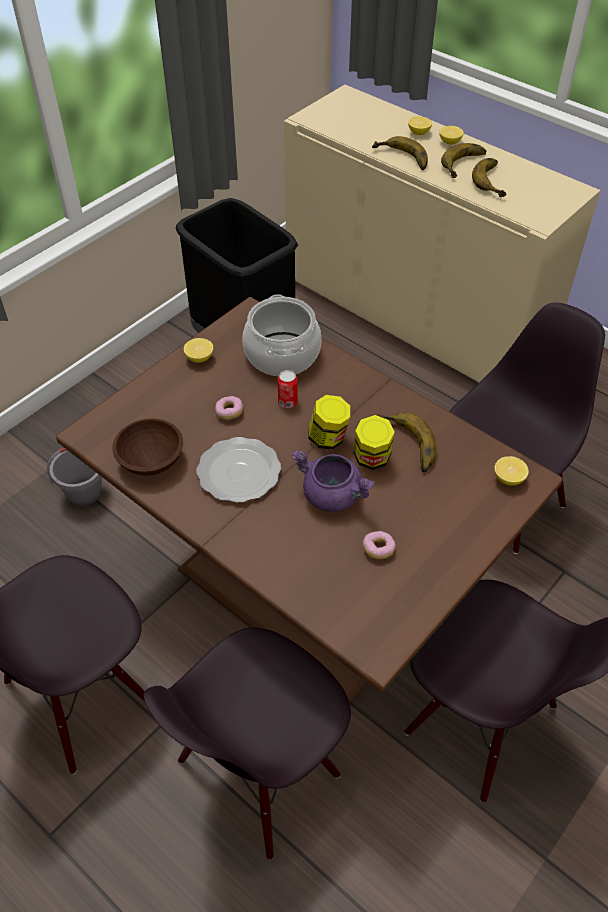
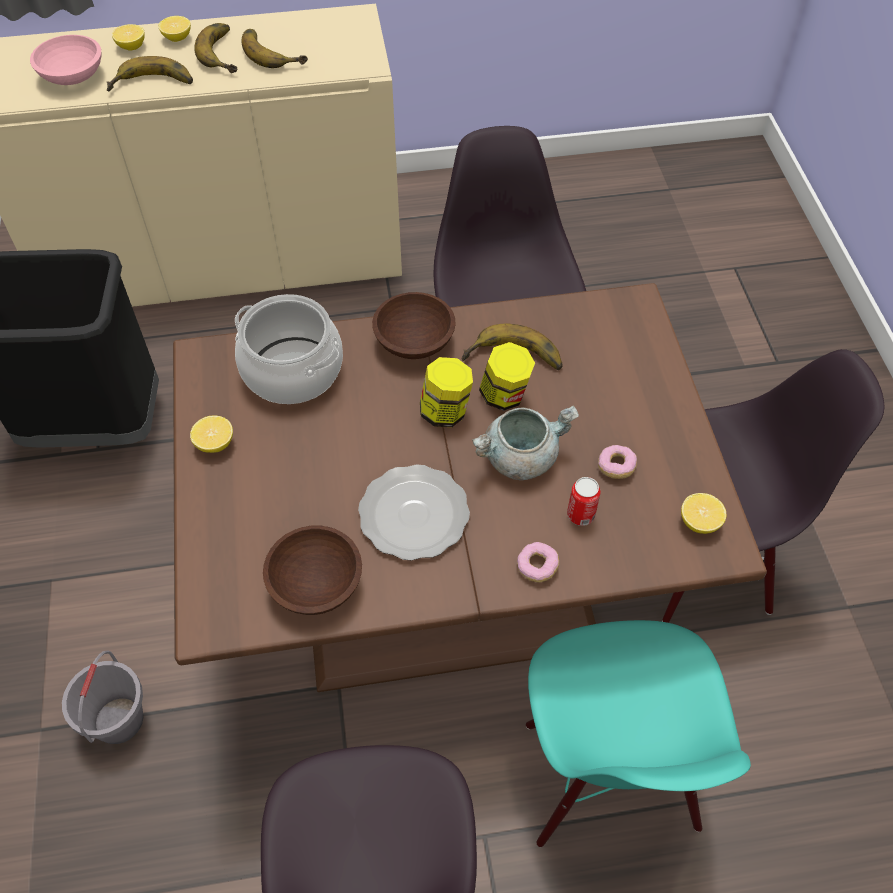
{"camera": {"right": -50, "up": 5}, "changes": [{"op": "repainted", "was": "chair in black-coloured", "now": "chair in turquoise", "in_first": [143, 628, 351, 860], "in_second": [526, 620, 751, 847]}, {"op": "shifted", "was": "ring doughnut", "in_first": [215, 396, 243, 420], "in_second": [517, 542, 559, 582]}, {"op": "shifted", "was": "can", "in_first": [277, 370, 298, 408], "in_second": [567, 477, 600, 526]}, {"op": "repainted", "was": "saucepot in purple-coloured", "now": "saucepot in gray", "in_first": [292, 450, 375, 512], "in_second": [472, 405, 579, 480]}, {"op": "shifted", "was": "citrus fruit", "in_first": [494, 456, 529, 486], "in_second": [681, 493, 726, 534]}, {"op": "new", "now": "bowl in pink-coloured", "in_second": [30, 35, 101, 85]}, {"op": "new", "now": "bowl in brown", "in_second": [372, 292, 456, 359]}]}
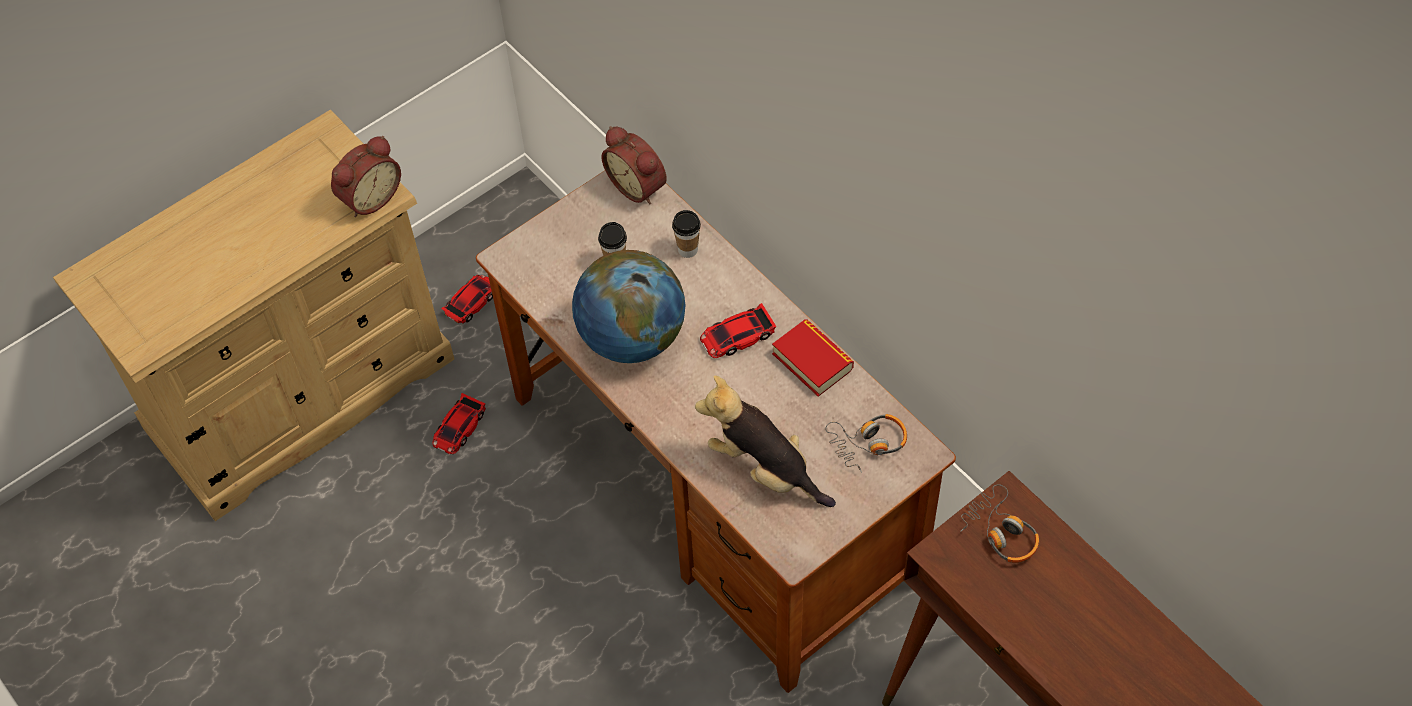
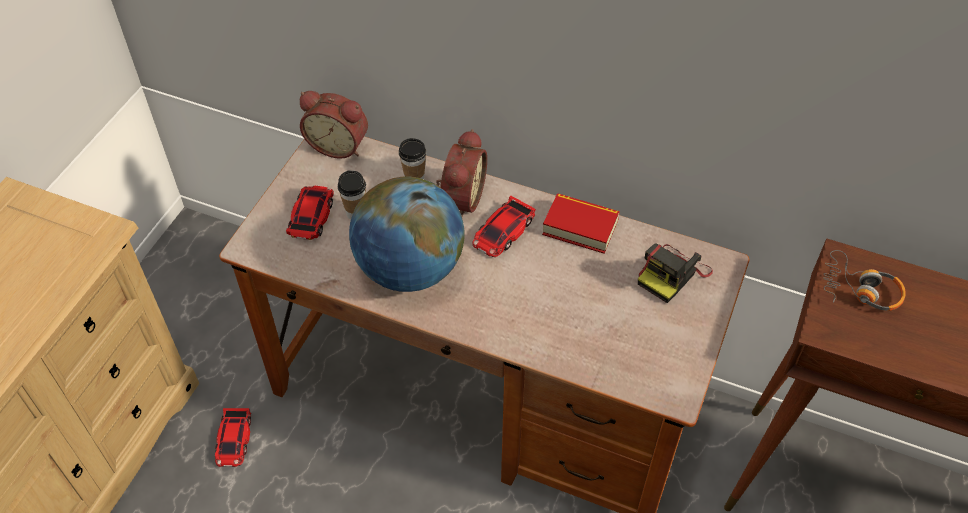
{"camera": {"right": -30, "up": -5}, "changes": [{"op": "shifted", "was": "alarm clock", "in_first": [331, 136, 401, 217], "in_second": [436, 129, 487, 217]}, {"op": "shifted", "was": "miniature car", "in_first": [441, 275, 493, 323], "in_second": [286, 186, 334, 240]}, {"op": "gone", "was": "cuddly toy", "in_first": [695, 375, 836, 507]}, {"op": "swapped", "was": "headset", "now": "still camera", "in_first": [825, 414, 907, 473], "in_second": [638, 243, 713, 303]}]}
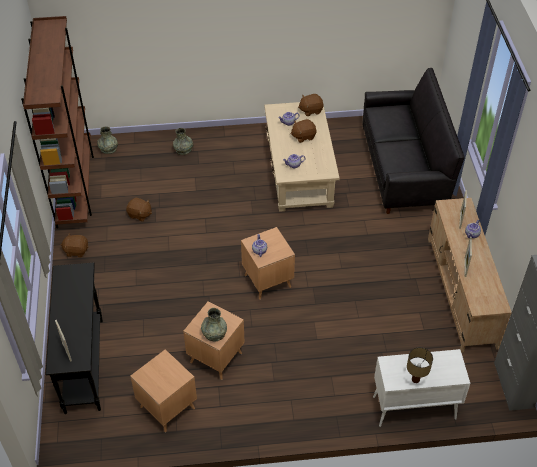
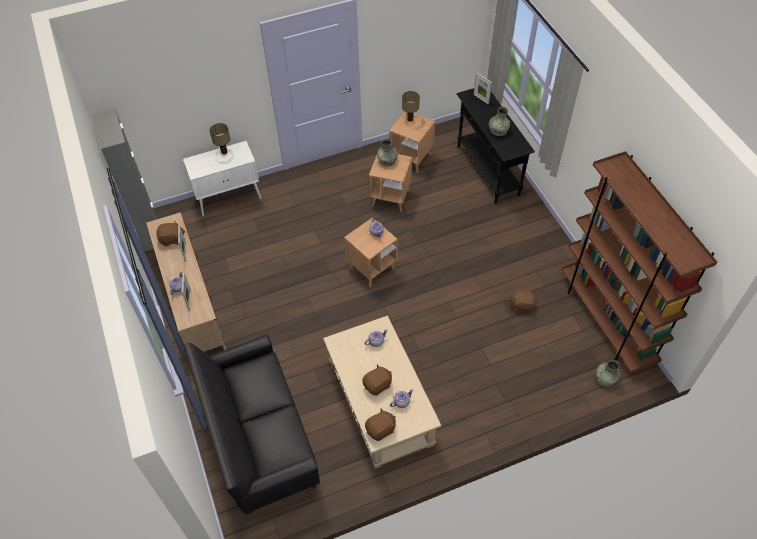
{"camera": {"right": 165, "up": 5}, "changes": [{"op": "shifted", "was": "cuddly toy in brown", "in_first": [61, 233, 88, 257], "in_second": [157, 220, 185, 246]}, {"op": "shifted", "was": "flower vase in gray", "in_first": [173, 128, 193, 155], "in_second": [489, 107, 510, 136]}, {"op": "new", "now": "lamp for a table", "in_second": [402, 91, 420, 122]}]}
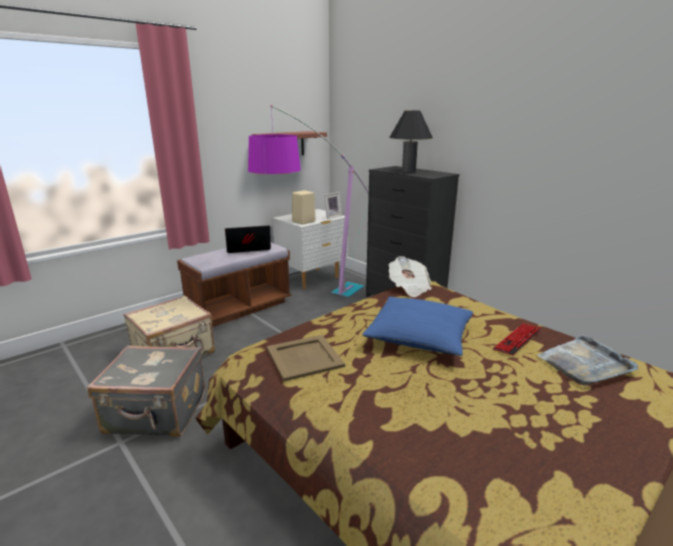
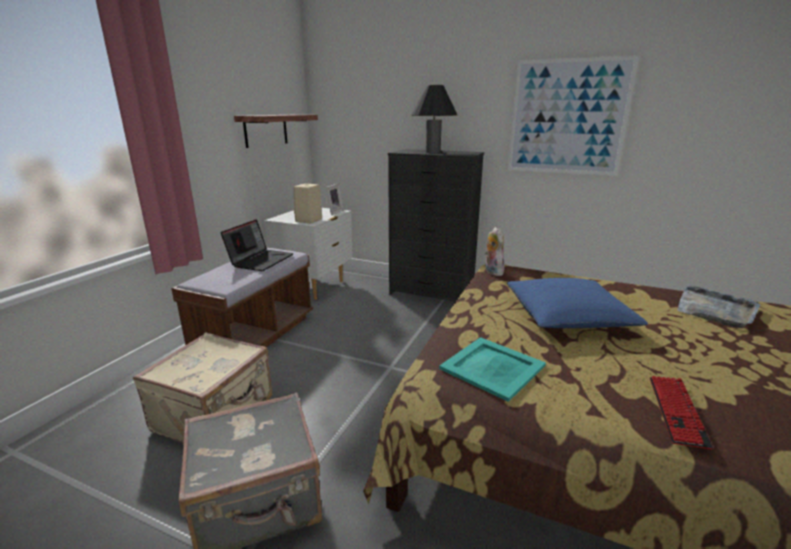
{"camera": {"right": -25, "up": 0}, "changes": [{"op": "rotated", "was": "laptop", "in_first": [225, 225, 271, 253], "in_second": [221, 219, 294, 271], "clockwise": 150}, {"op": "gone", "was": "standard lamp", "in_first": [248, 105, 369, 297]}, {"op": "repainted", "was": "serving tray in beige-coloured", "now": "serving tray in turquoise", "in_first": [267, 335, 345, 381], "in_second": [439, 337, 546, 402]}, {"op": "swapped", "was": "newspaper", "now": "cuddly toy", "in_first": [389, 256, 432, 297], "in_second": [485, 227, 505, 276]}, {"op": "shifted", "was": "keyboard", "in_first": [493, 324, 541, 355], "in_second": [650, 376, 713, 449]}, {"op": "new", "now": "picture", "in_second": [508, 55, 639, 176]}]}
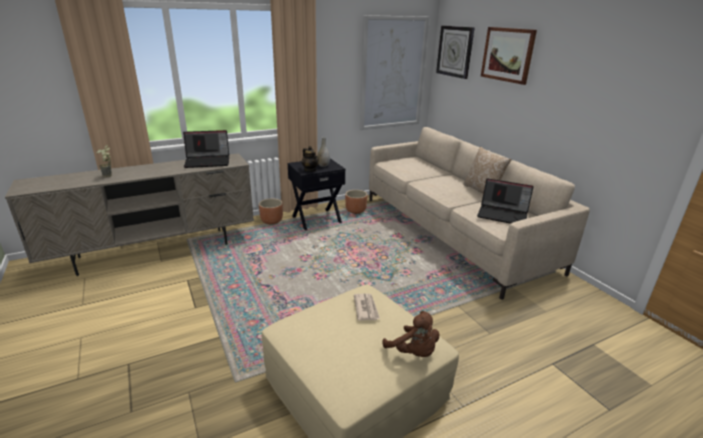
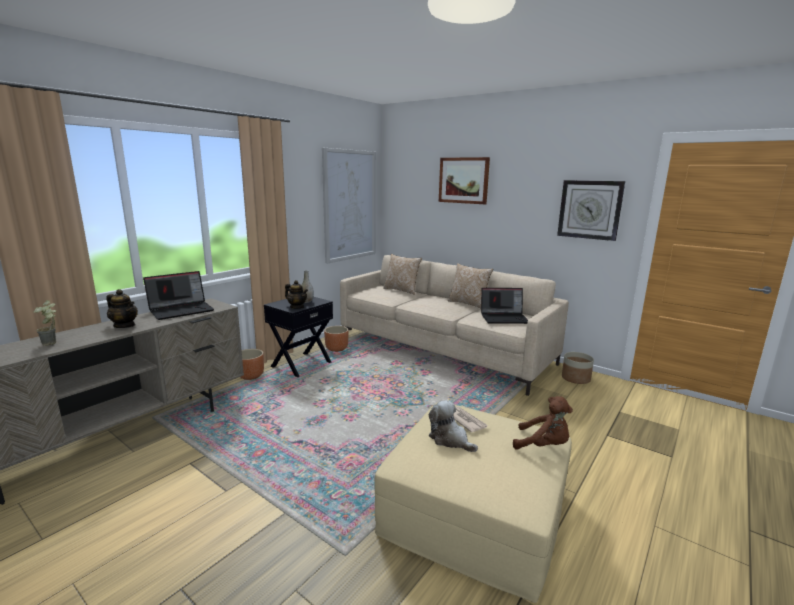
{"camera": {"right": -25, "up": -10}, "changes": [{"op": "shifted", "was": "clock on the wall", "in_first": [436, 25, 475, 79], "in_second": [557, 180, 625, 241]}, {"op": "new", "now": "teapot", "in_second": [106, 289, 138, 328]}, {"op": "new", "now": "throw pillow", "in_second": [383, 254, 422, 295]}, {"op": "new", "now": "cuddly toy", "in_second": [429, 400, 478, 452]}, {"op": "new", "now": "plant pot", "in_second": [562, 352, 594, 384]}]}
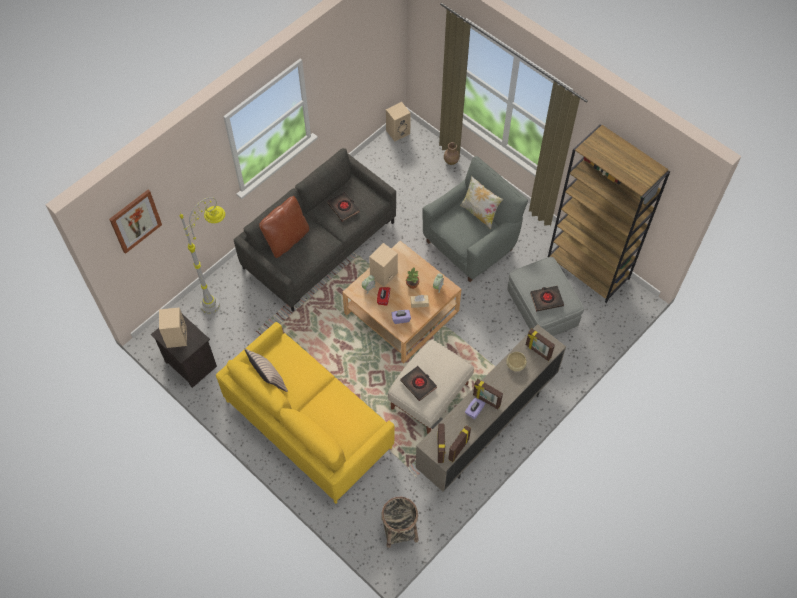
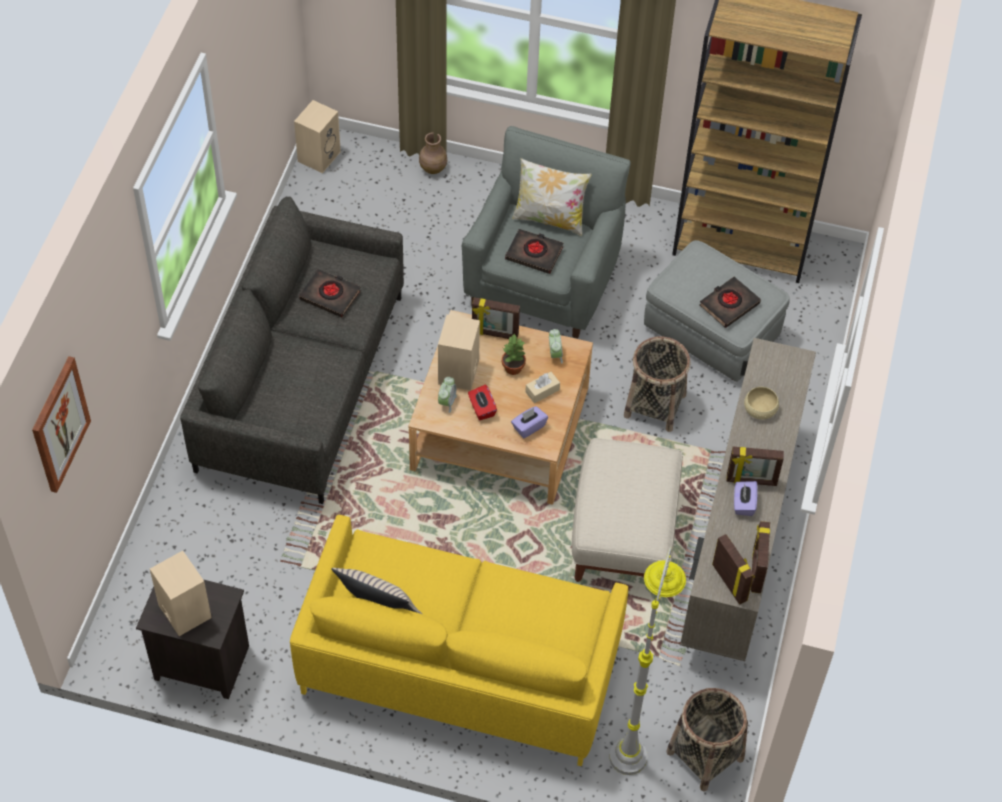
{"camera": {"right": -30, "up": -5}, "changes": [{"op": "shifted", "was": "standard lamp in gray", "in_first": [180, 197, 225, 314], "in_second": [609, 547, 686, 775]}, {"op": "gone", "was": "throw pillow in brown", "in_first": [259, 196, 309, 258]}, {"op": "shifted", "was": "book in black-coloured", "in_first": [401, 366, 437, 401], "in_second": [505, 229, 564, 274]}, {"op": "shifted", "was": "photo frame", "in_first": [526, 328, 555, 361], "in_second": [472, 297, 520, 339]}, {"op": "new", "now": "basket", "in_second": [624, 337, 691, 432]}]}
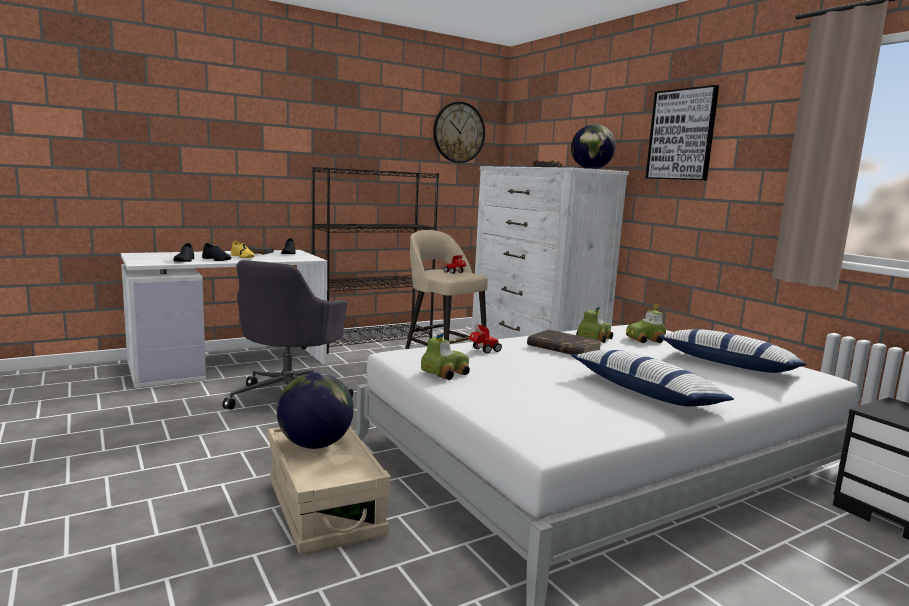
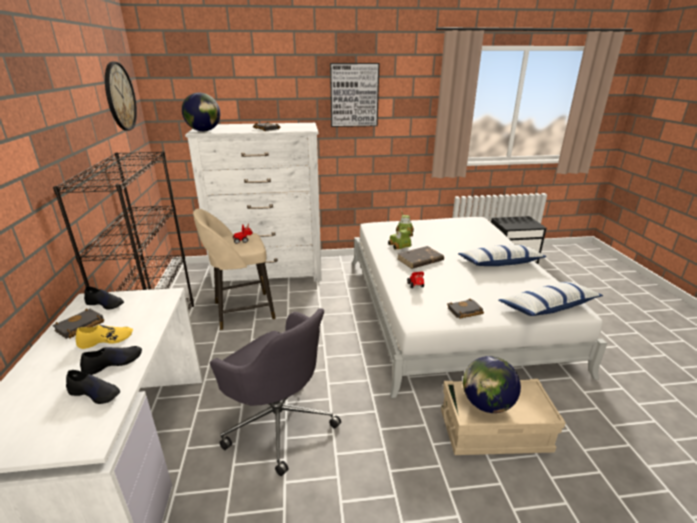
{"camera": {"right": -65, "up": 15}, "changes": [{"op": "swapped", "was": "miniature car", "now": "book in black-coloured", "in_first": [421, 333, 470, 380], "in_second": [447, 299, 484, 319]}, {"op": "shifted", "was": "desk globe", "in_first": [571, 124, 616, 169], "in_second": [182, 93, 220, 131]}, {"op": "shifted", "was": "throw pillow", "in_first": [658, 329, 807, 373], "in_second": [498, 282, 603, 316]}]}
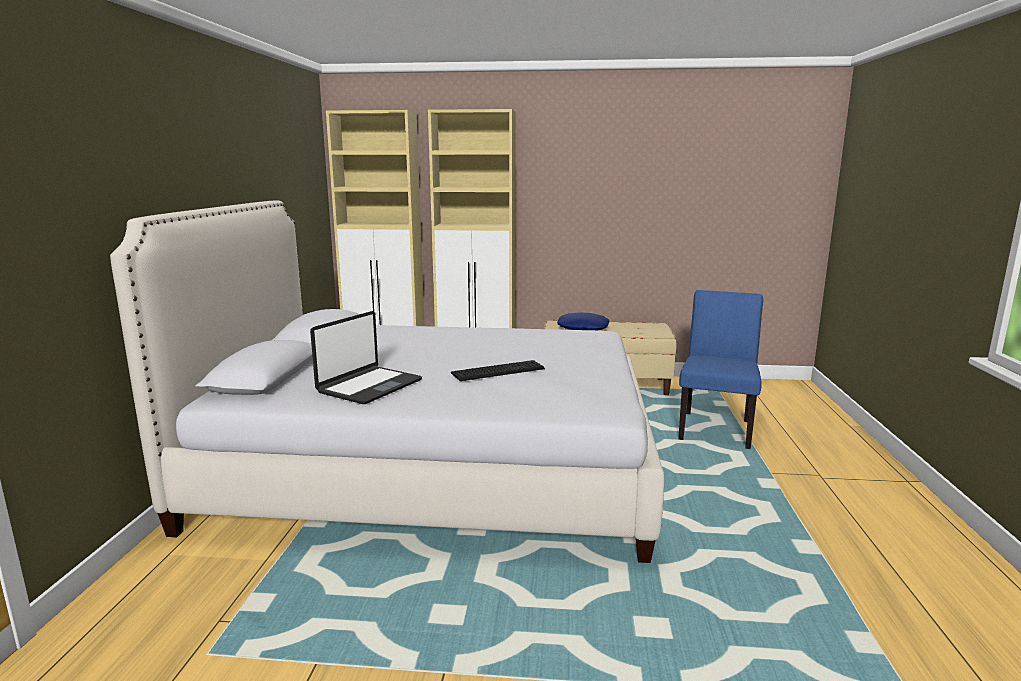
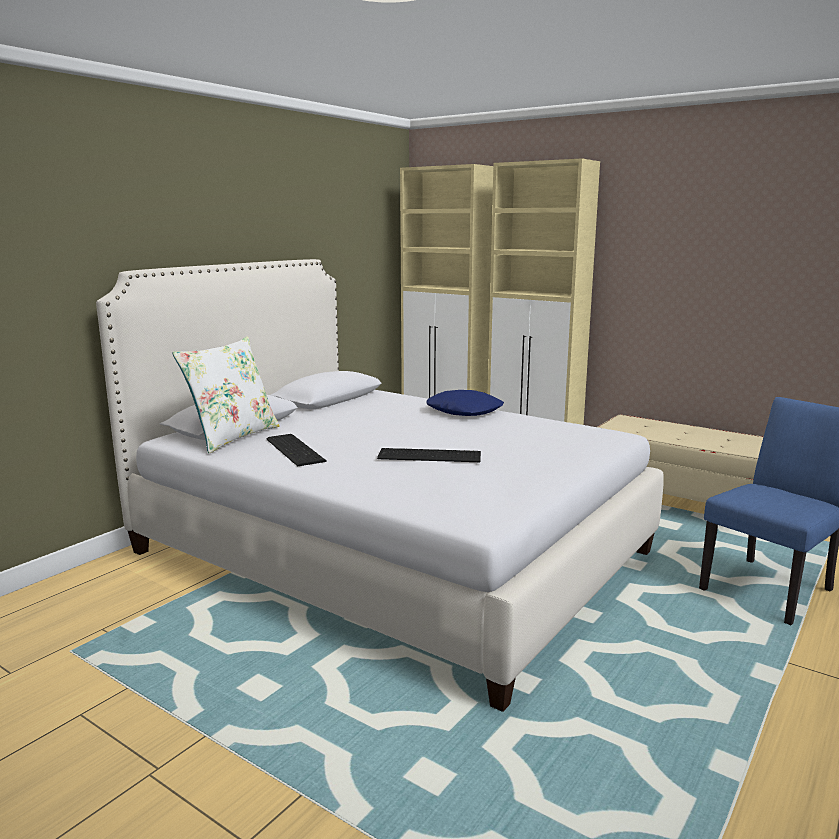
{"camera": {"right": 30, "up": 0}, "changes": [{"op": "swapped", "was": "laptop", "now": "keyboard", "in_first": [310, 311, 422, 404], "in_second": [266, 434, 327, 466]}, {"op": "shifted", "was": "throw pillow in bluish", "in_first": [557, 312, 609, 330], "in_second": [426, 390, 504, 416]}, {"op": "new", "now": "throw pillow in whitish", "in_second": [172, 337, 280, 453]}]}
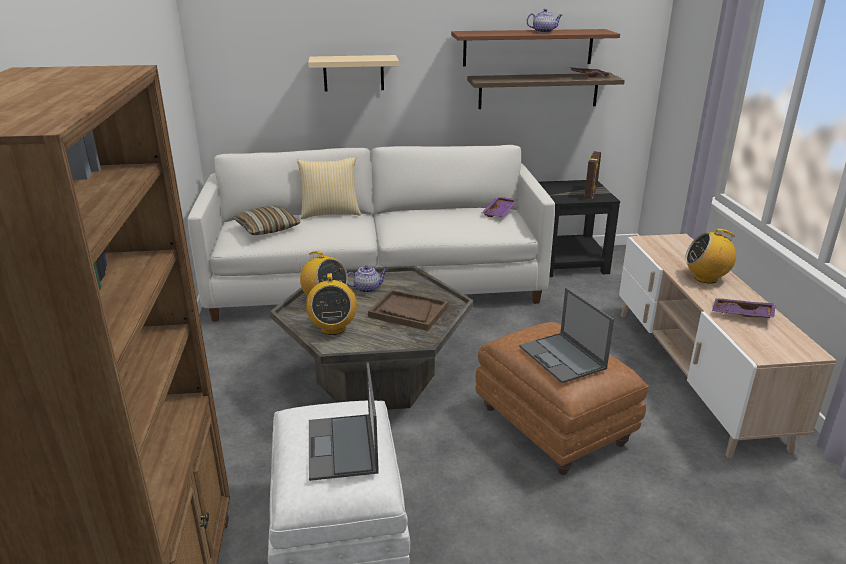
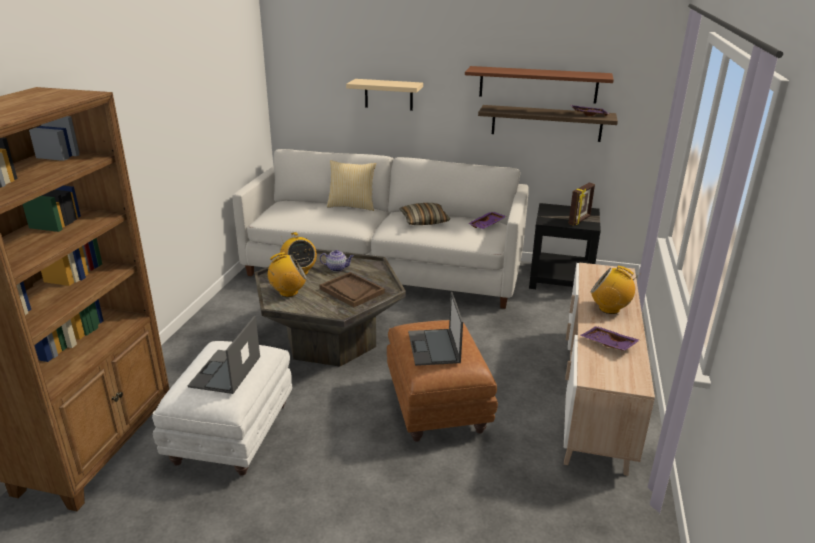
{"camera": {"right": 20, "up": 0}, "changes": [{"op": "shifted", "was": "throw pillow", "in_first": [233, 206, 300, 235], "in_second": [400, 203, 450, 225]}, {"op": "rotated", "was": "radio set", "in_first": [306, 273, 357, 335], "in_second": [268, 252, 307, 297], "clockwise": -120}, {"op": "gone", "was": "teapot", "in_first": [526, 9, 562, 33]}]}
